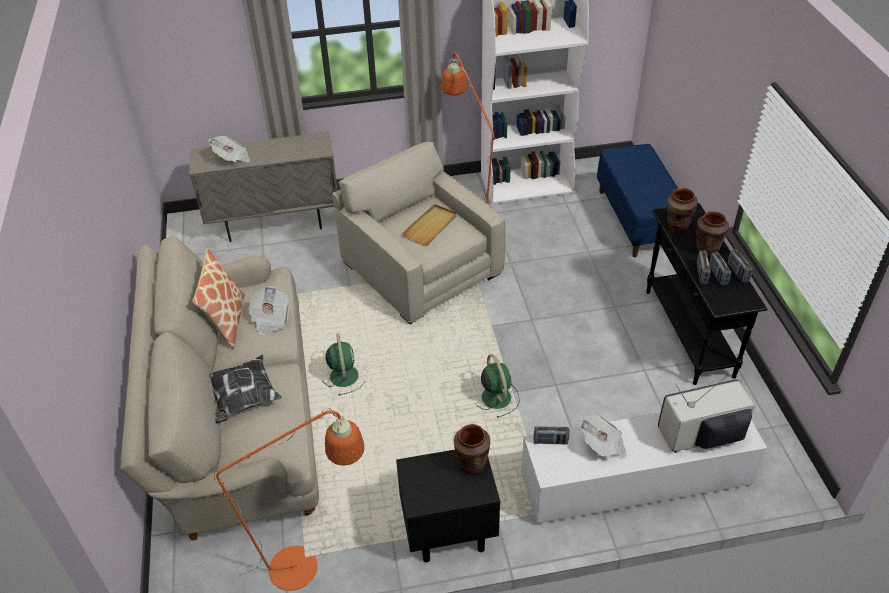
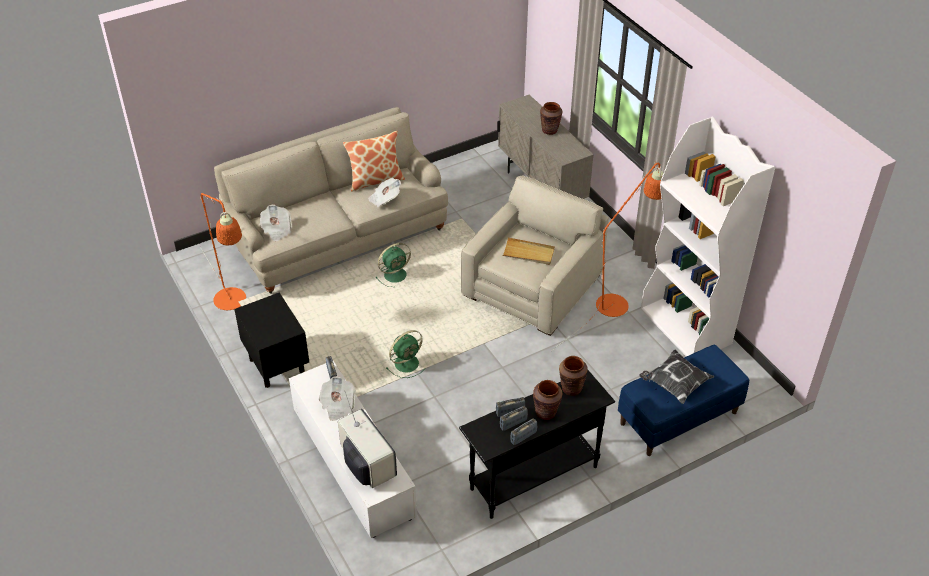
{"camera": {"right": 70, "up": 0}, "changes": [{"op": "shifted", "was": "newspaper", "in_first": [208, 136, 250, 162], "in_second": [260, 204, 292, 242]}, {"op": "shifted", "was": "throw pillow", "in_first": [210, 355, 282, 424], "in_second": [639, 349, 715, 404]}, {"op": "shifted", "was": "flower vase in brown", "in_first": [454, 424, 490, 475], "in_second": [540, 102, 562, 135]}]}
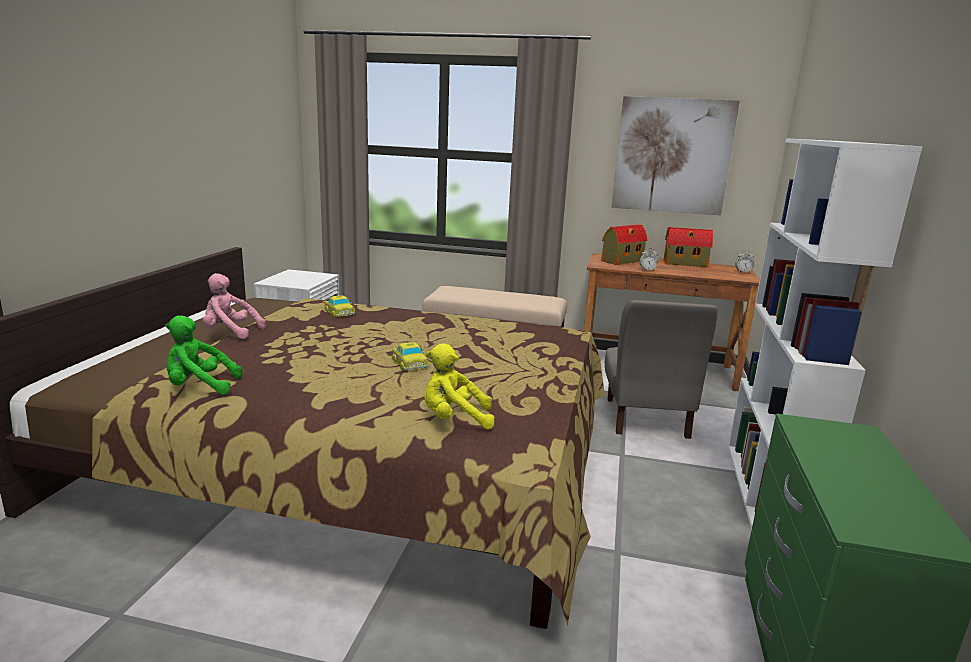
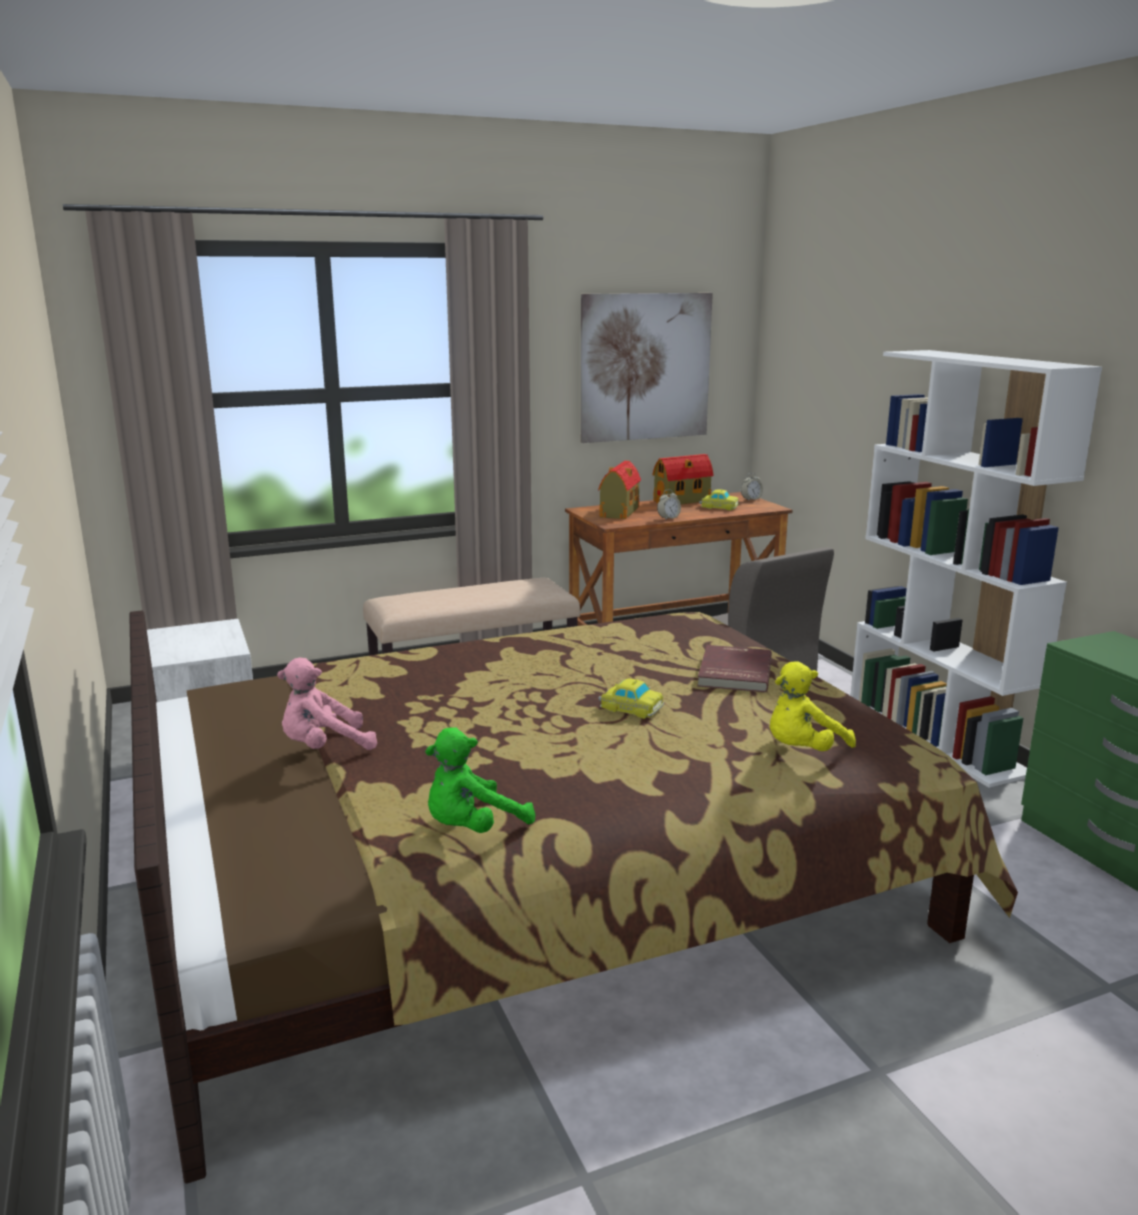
{"camera": {"right": -35, "up": 0}, "changes": [{"op": "shifted", "was": "miniature car", "in_first": [324, 295, 355, 317], "in_second": [699, 489, 739, 511]}, {"op": "new", "now": "book in reddish", "in_second": [697, 645, 772, 692]}]}
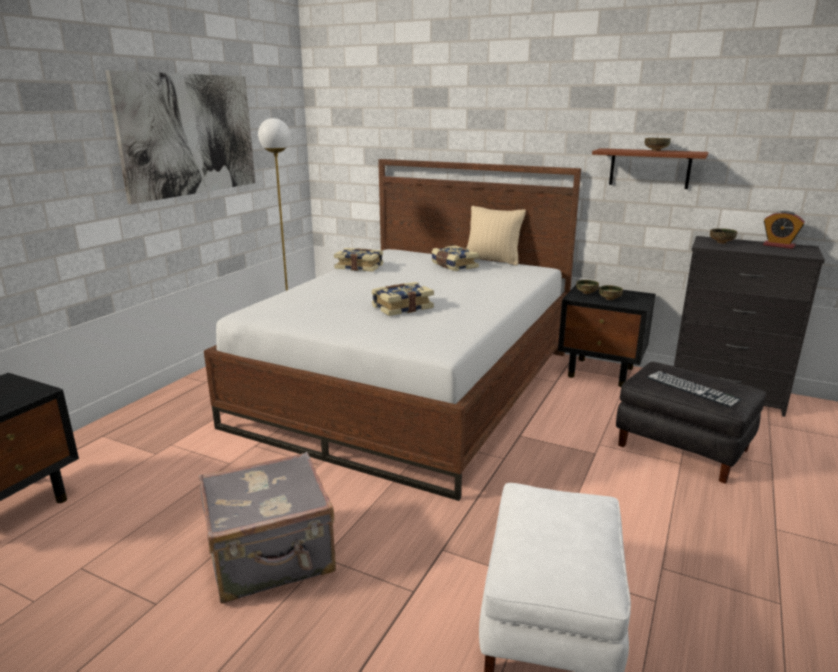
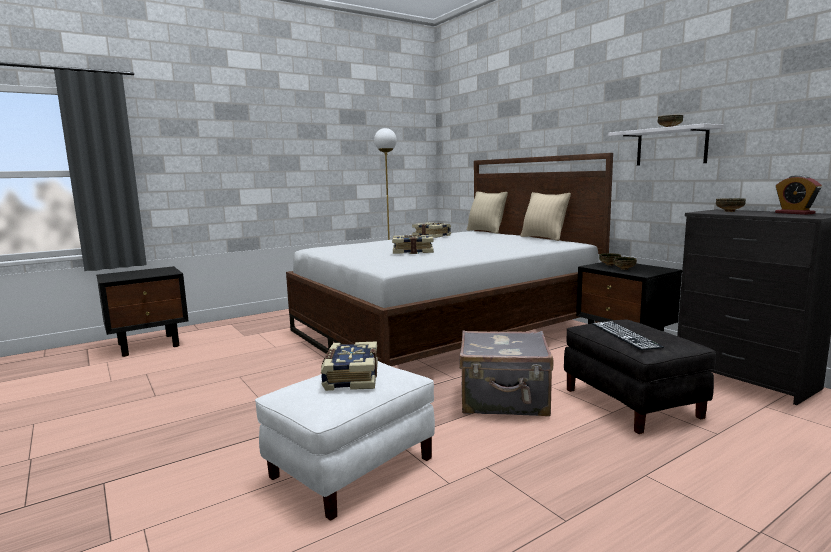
{"camera": {"right": 30, "up": -10}, "changes": [{"op": "gone", "was": "picture", "in_first": [105, 70, 255, 204]}, {"op": "shifted", "was": "travel case in gray", "in_first": [199, 452, 336, 604], "in_second": [459, 330, 553, 416]}, {"op": "shifted", "was": "book", "in_first": [431, 245, 479, 271], "in_second": [321, 342, 378, 391]}, {"op": "repainted", "was": "shelf in brown", "now": "shelf in whitish", "in_first": [592, 148, 709, 189], "in_second": [608, 123, 724, 166]}, {"op": "new", "now": "throw pillow in beige-coloured", "in_second": [467, 191, 508, 234]}]}
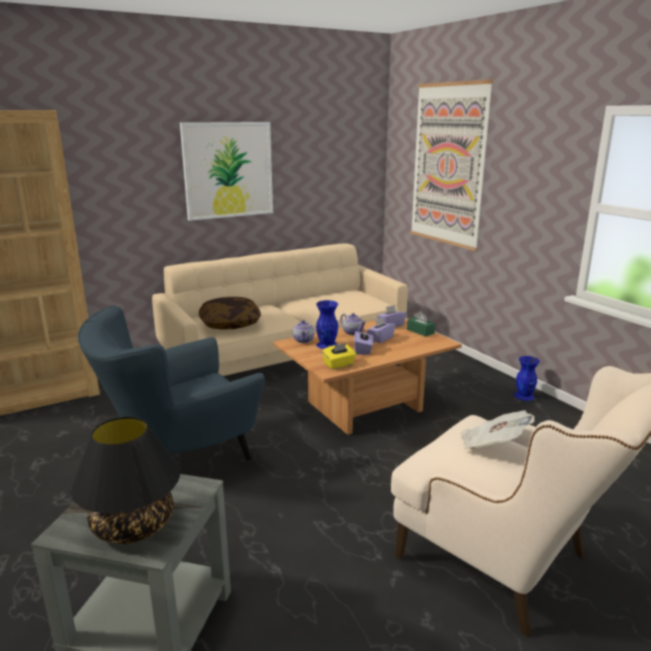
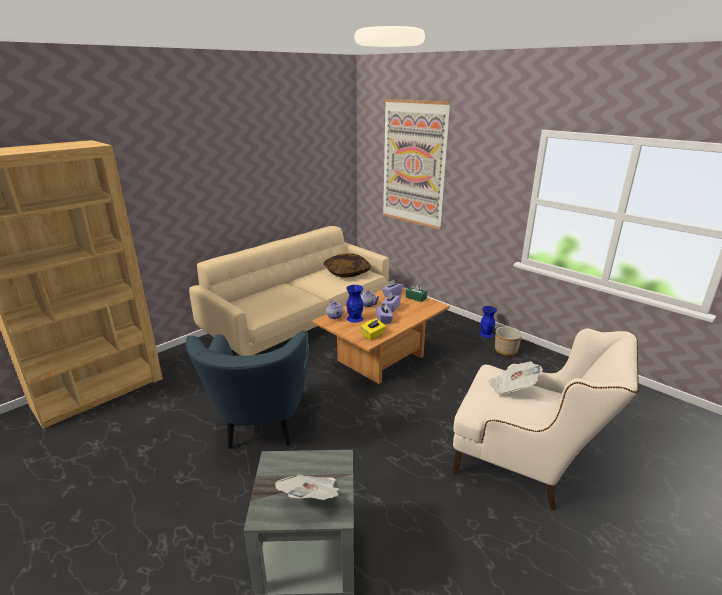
{"camera": {"right": -15, "up": 5}, "changes": [{"op": "swapped", "was": "lamp for a table in black-coloured", "now": "newspaper", "in_first": [71, 417, 180, 544], "in_second": [275, 474, 339, 500]}, {"op": "rotated", "was": "lounge chair in bluish", "in_first": [78, 306, 265, 462], "in_second": [186, 331, 309, 449], "clockwise": -45}, {"op": "gone", "was": "picture", "in_first": [180, 122, 273, 221]}, {"op": "shifted", "was": "throw pillow", "in_first": [199, 297, 261, 330], "in_second": [324, 253, 371, 278]}, {"op": "new", "now": "plant pot", "in_second": [495, 327, 522, 356]}]}
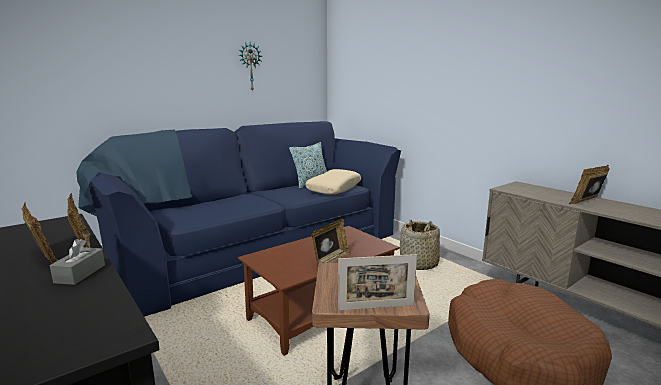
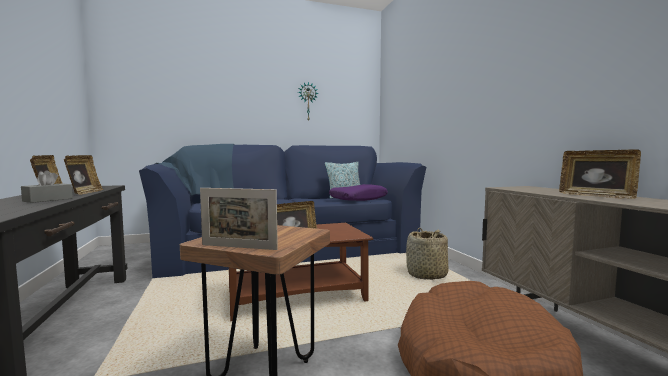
{"camera": {"right": 20, "up": -10}, "changes": [{"op": "repainted", "was": "throw pillow in beige-coloured", "now": "throw pillow in purple-coloured", "in_first": [305, 169, 361, 194], "in_second": [329, 184, 388, 201]}, {"op": "rotated", "was": "photo frame", "in_first": [569, 165, 610, 204], "in_second": [559, 150, 641, 199], "clockwise": -120}]}
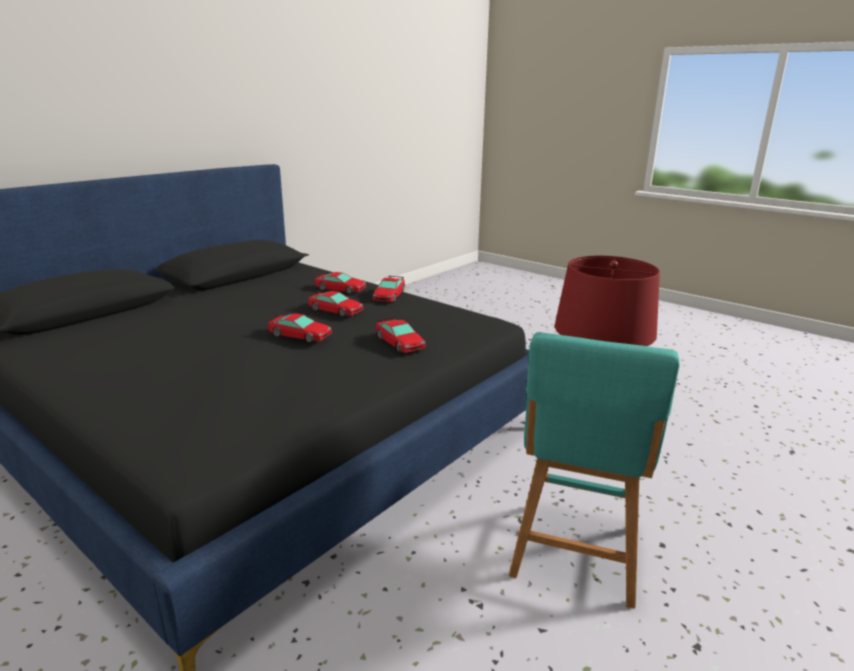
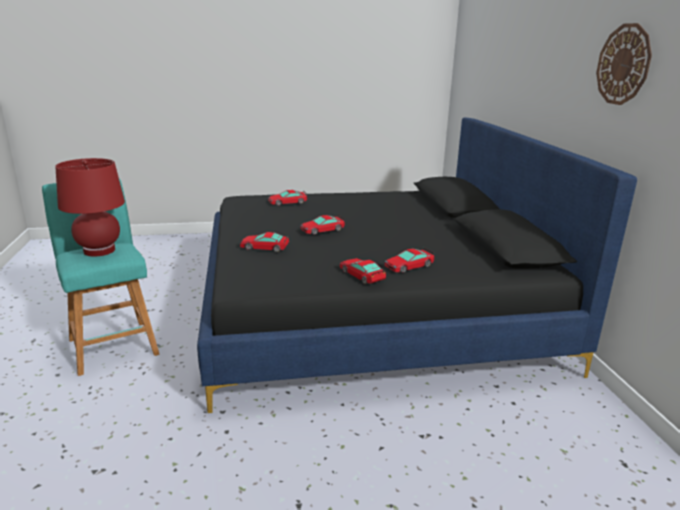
{"camera": {"right": 130, "up": 0}, "changes": [{"op": "shifted", "was": "miniature car", "in_first": [308, 290, 364, 316], "in_second": [268, 190, 307, 206]}, {"op": "new", "now": "clock on the wall", "in_second": [596, 23, 652, 105]}]}
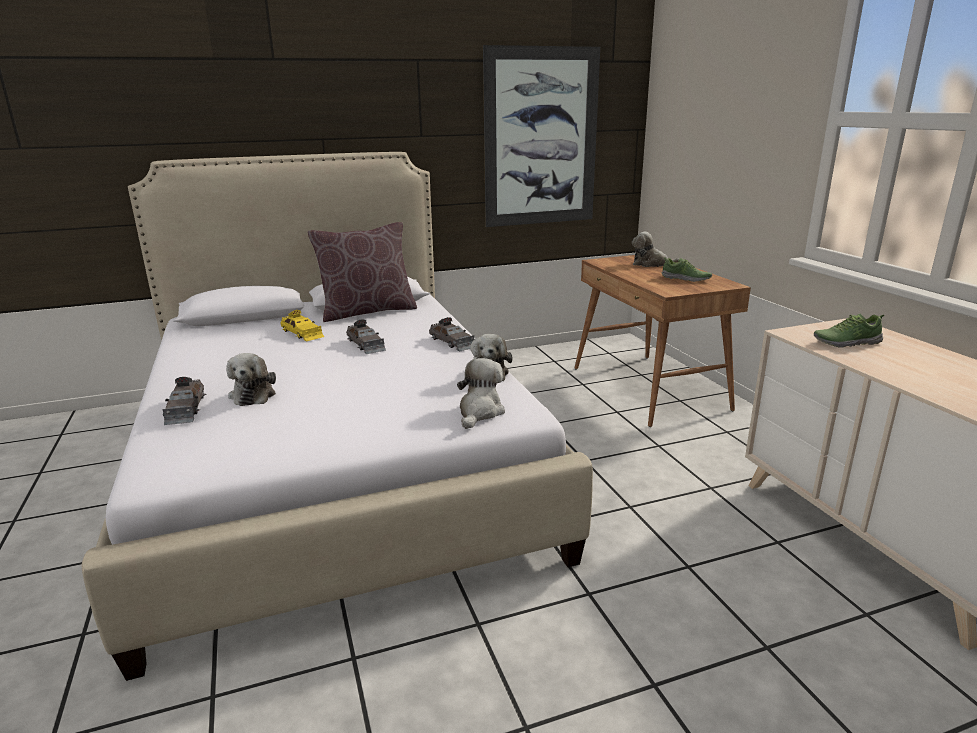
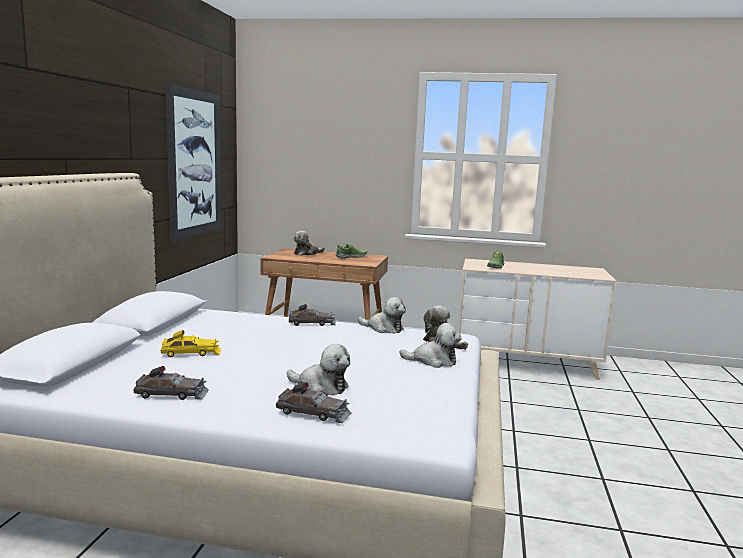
{"camera": {"right": -60, "up": -10}, "changes": [{"op": "gone", "was": "throw pillow in brown", "in_first": [307, 222, 417, 322]}, {"op": "shifted", "was": "miniature car in gray", "in_first": [346, 319, 386, 354], "in_second": [133, 366, 209, 400]}, {"op": "new", "now": "cuddly toy", "in_second": [399, 323, 462, 368]}]}
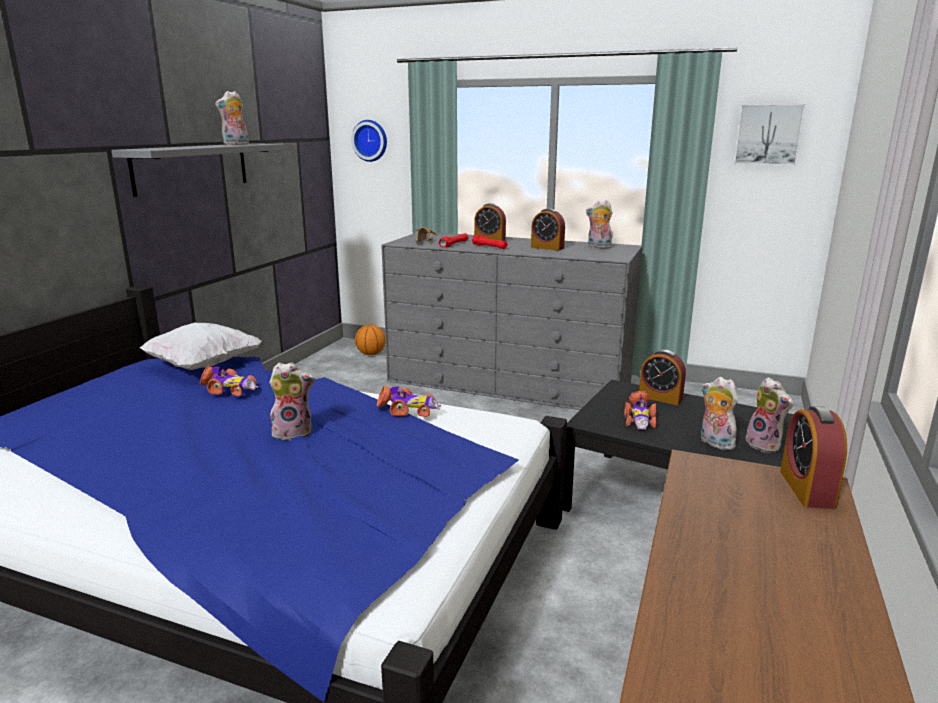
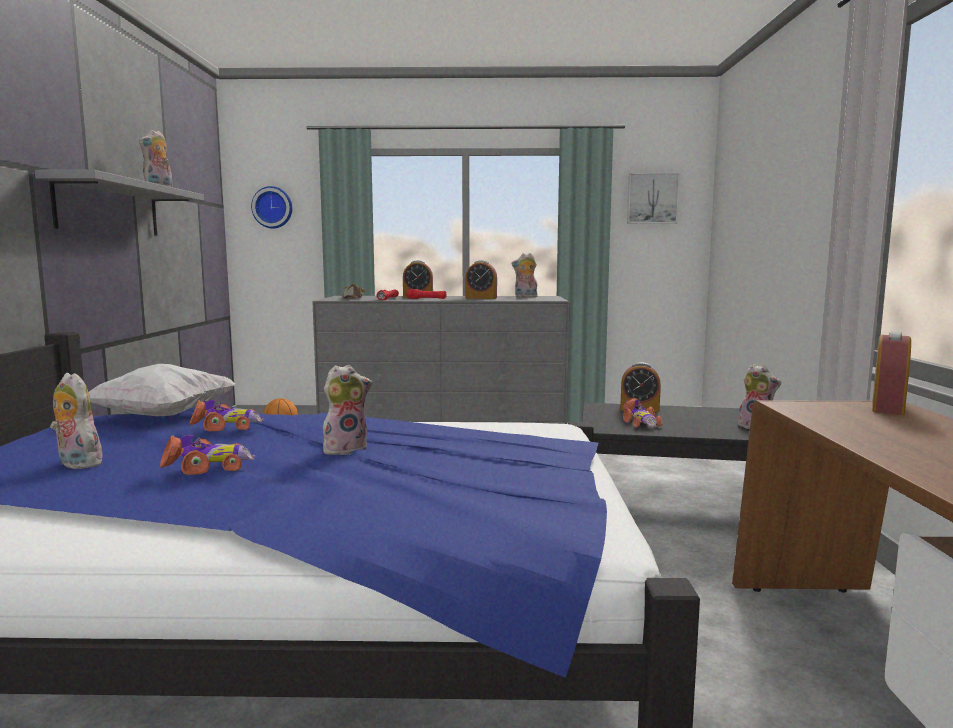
{"camera": {"right": -20, "up": -10}, "changes": [{"op": "shifted", "was": "miniature car", "in_first": [377, 385, 441, 417], "in_second": [160, 435, 255, 475]}, {"op": "shifted", "was": "cuddly toy", "in_first": [701, 377, 740, 450], "in_second": [50, 373, 103, 469]}, {"op": "rotated", "was": "alarm clock", "in_first": [780, 406, 847, 509], "in_second": [872, 331, 911, 415], "clockwise": -135}]}
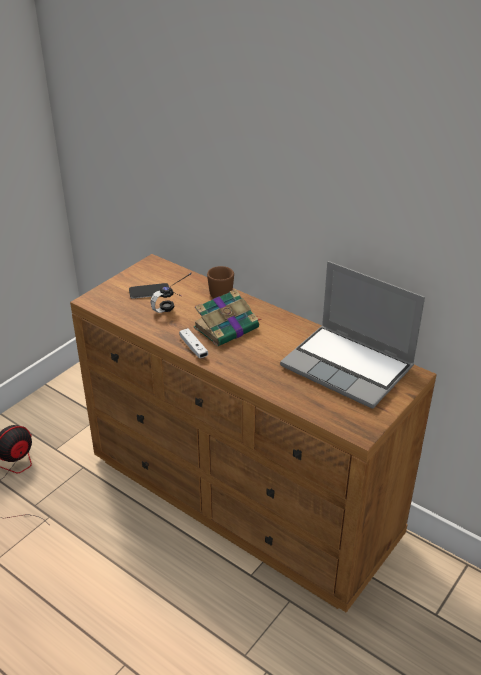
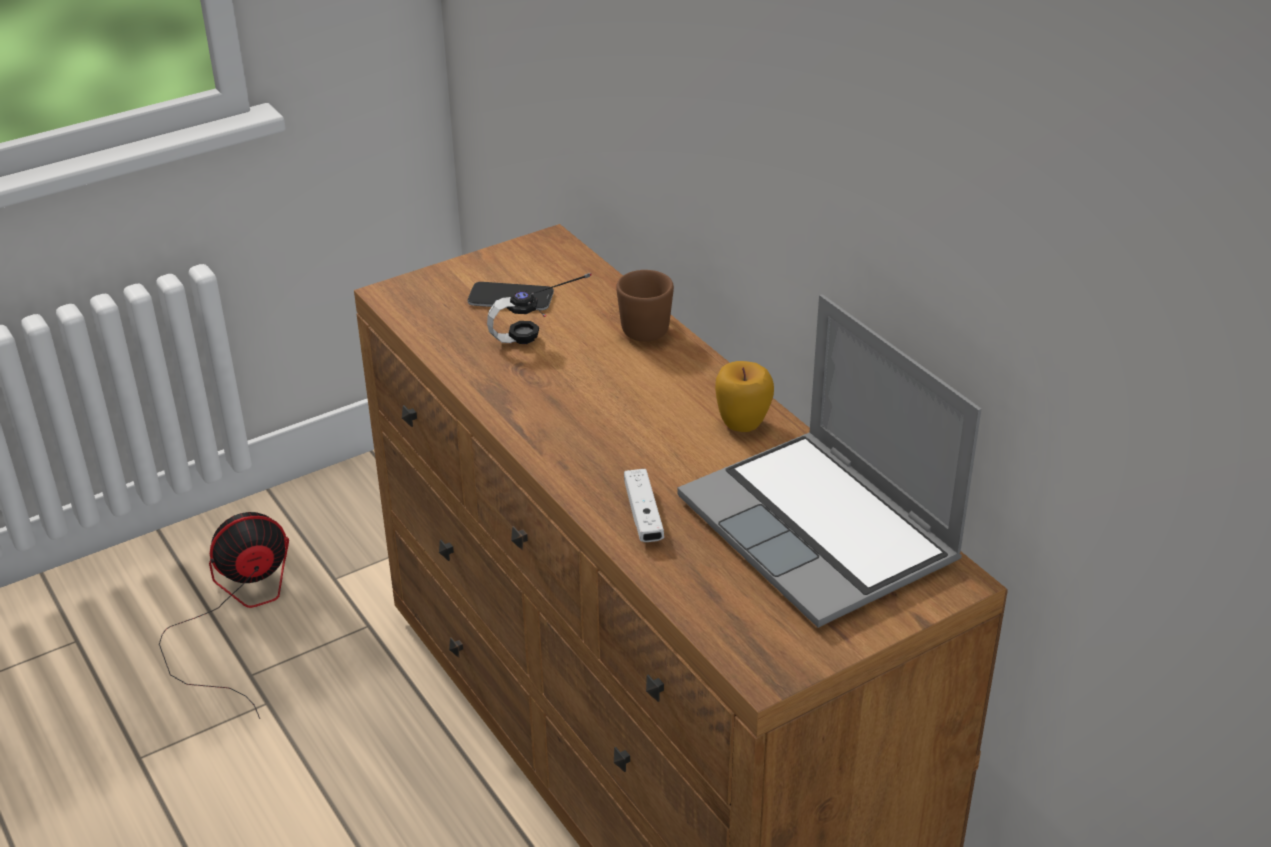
{"camera": {"right": 20, "up": 0}, "changes": [{"op": "shifted", "was": "joypad in whitish", "in_first": [179, 328, 208, 358], "in_second": [624, 469, 664, 542]}, {"op": "gone", "was": "book", "in_first": [193, 289, 261, 347]}, {"op": "new", "now": "apple", "in_second": [715, 361, 774, 432]}]}
